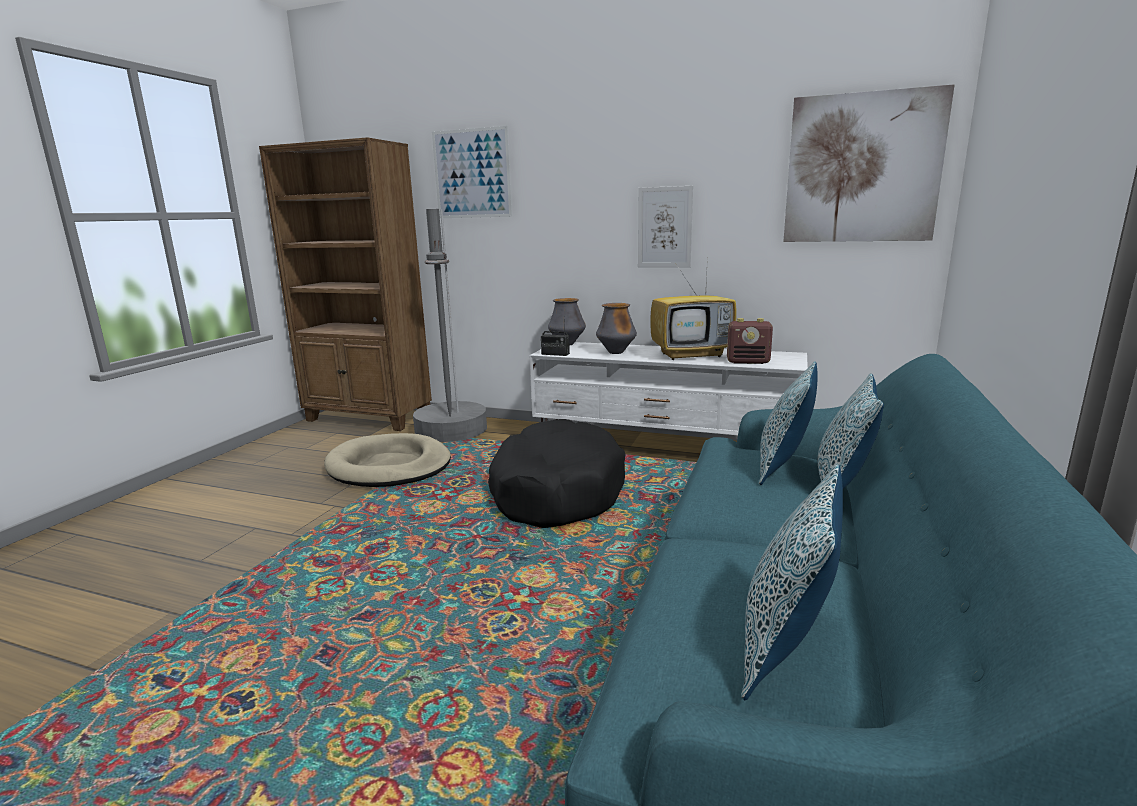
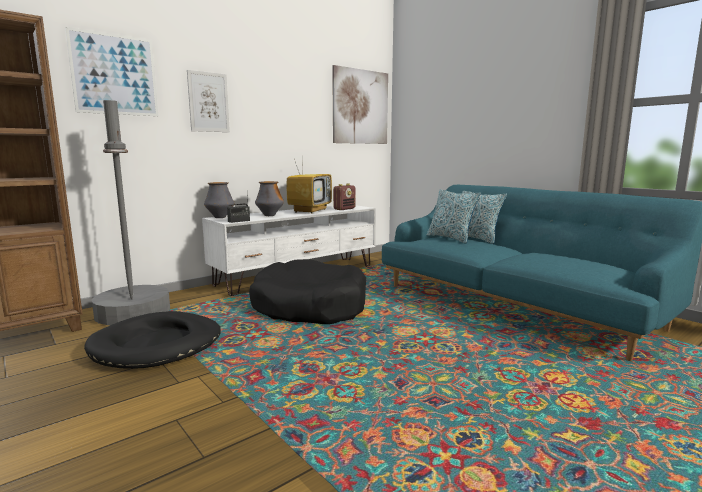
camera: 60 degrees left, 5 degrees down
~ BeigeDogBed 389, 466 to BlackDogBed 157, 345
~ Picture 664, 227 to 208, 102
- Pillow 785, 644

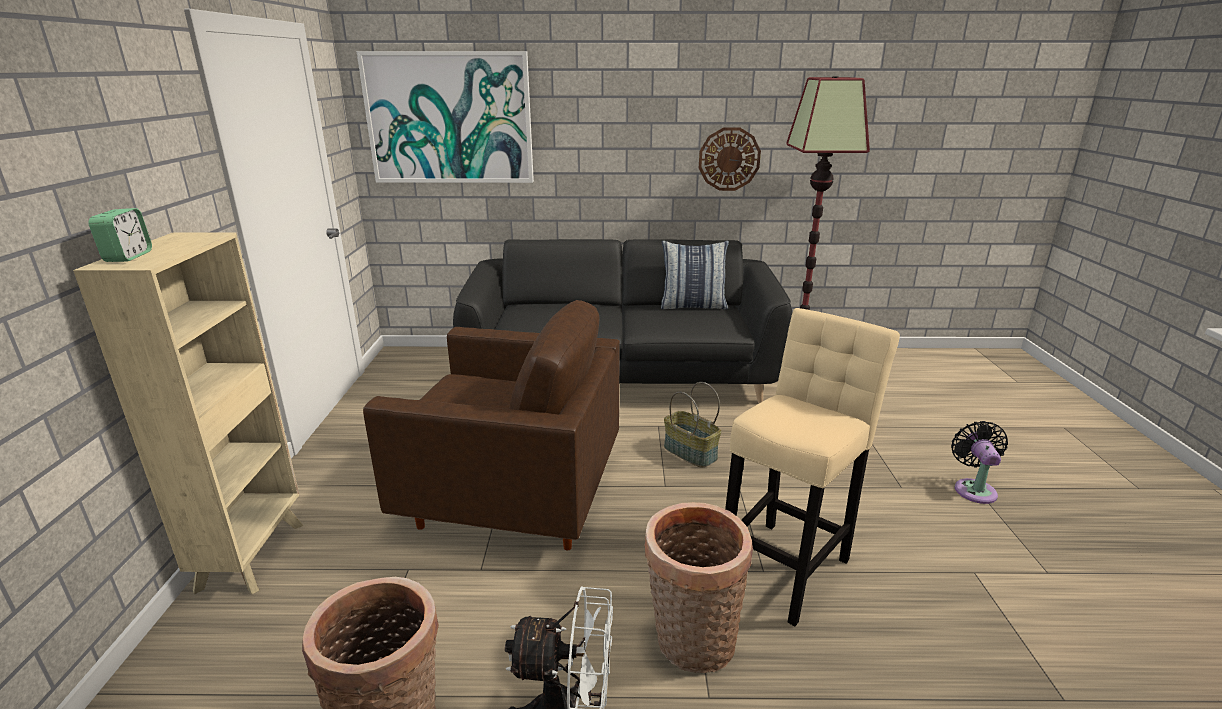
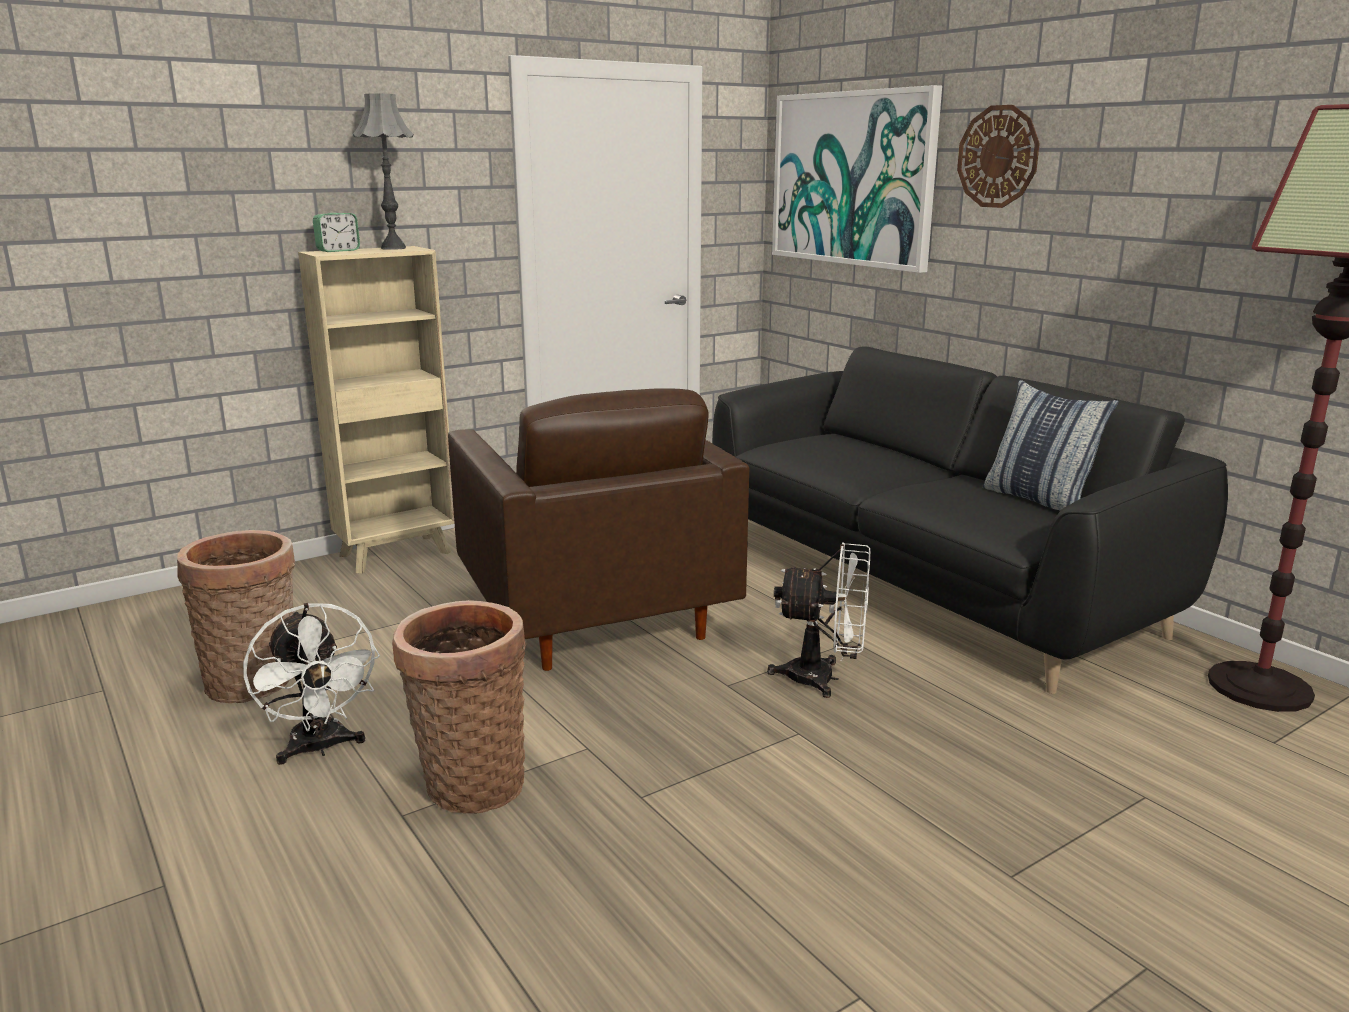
camera: 55 degrees right, 5 degrees down
~ Basket 689, 453 to WhiteFan 823, 678
~ WallClock 729, 159 to 998, 157
- BeigeStool 787, 566
- BlackFan 973, 489
+ GreyTableLamp 393, 248

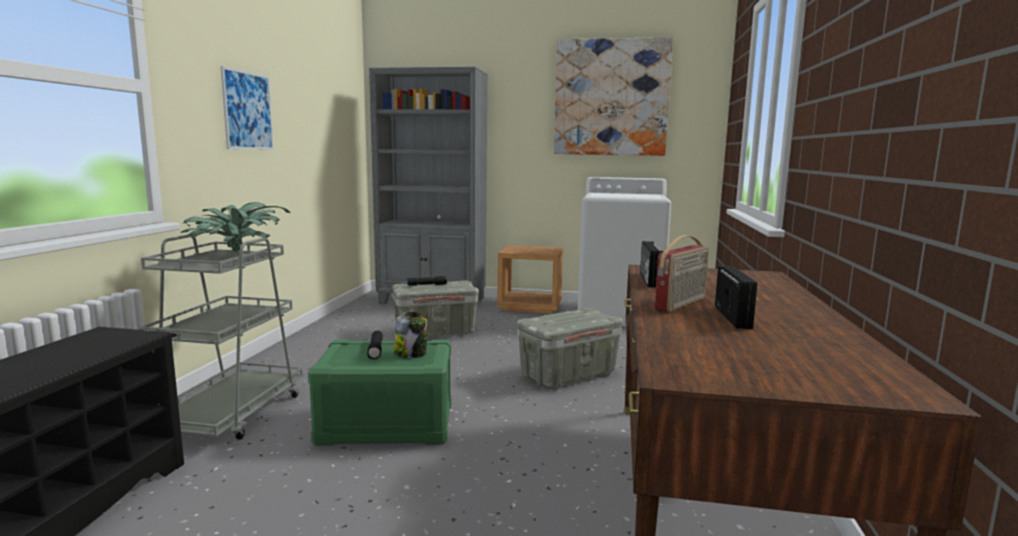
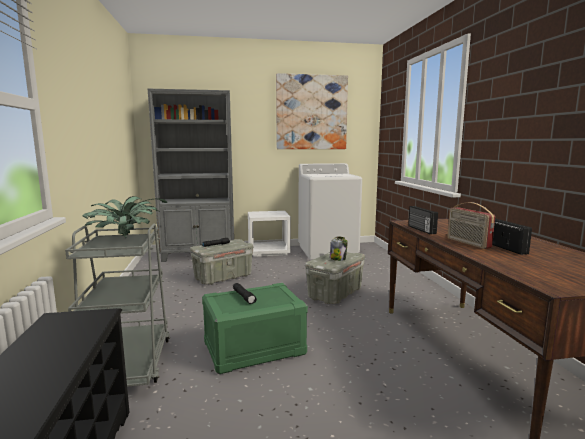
camera: 20 degrees left, 0 degrees up
- Picture 248, 110
~ Jar 411, 353 to 338, 258
~ BrownNightstand 530, 306 to WhiteNightstand 269, 251
~ Radio 681, 304 = 467, 243 135 degrees clockwise

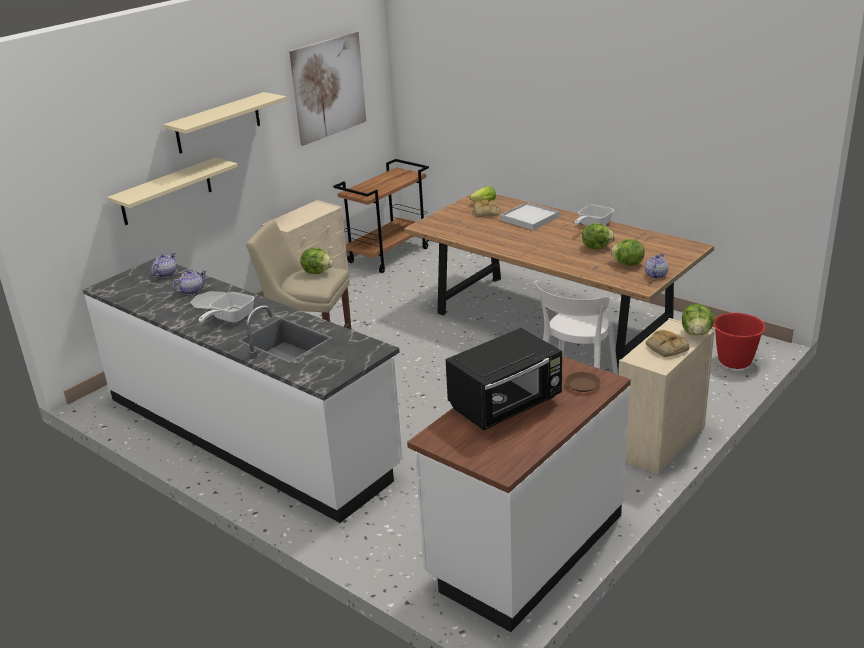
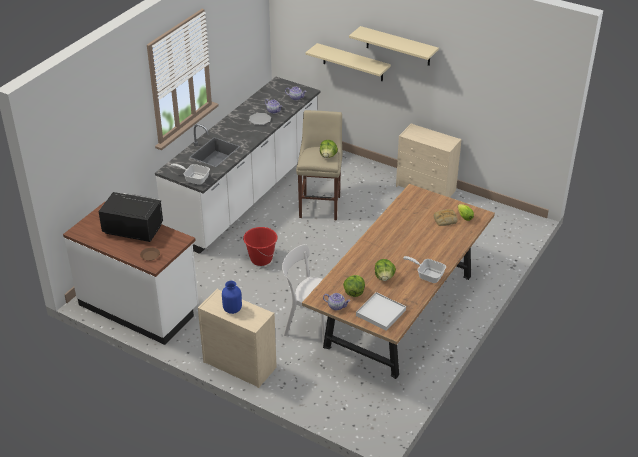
camera: 80 degrees right, 10 degrees up
~ FryingPan 230, 318 to 194, 179
- Picture 328, 87
- BrownCart 388, 255
~ BlackMicrowave 506, 405 = 133, 230 150 degrees clockwise
~ WhiteTray 530, 219 to 381, 313
~ Bread 666, 347 to BlueVase 232, 309
- Lettuce 696, 333
~ RedBucket 734, 361 to 261, 259

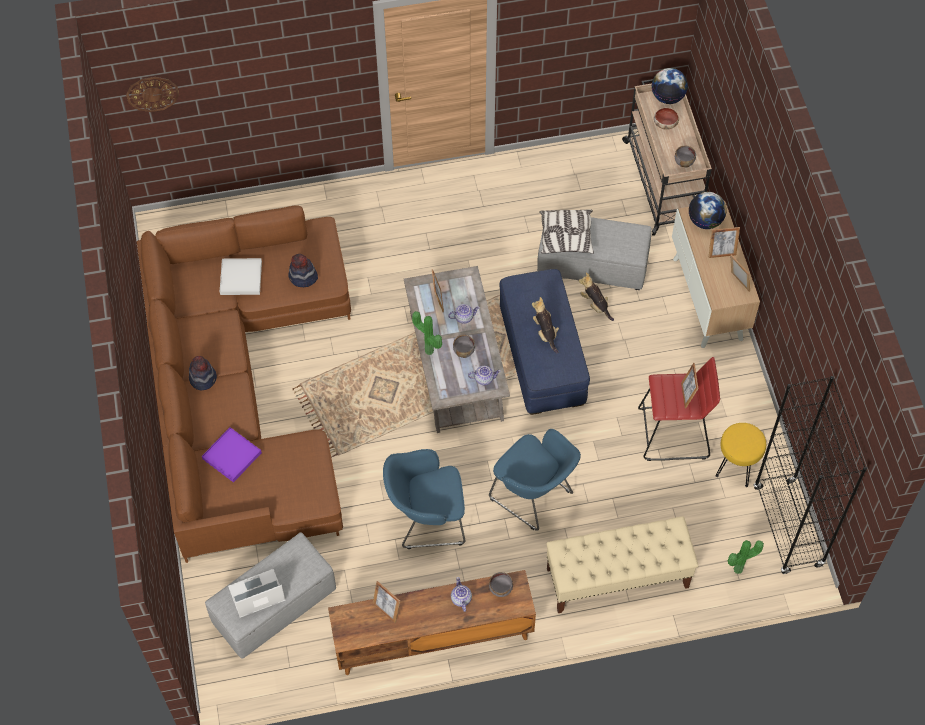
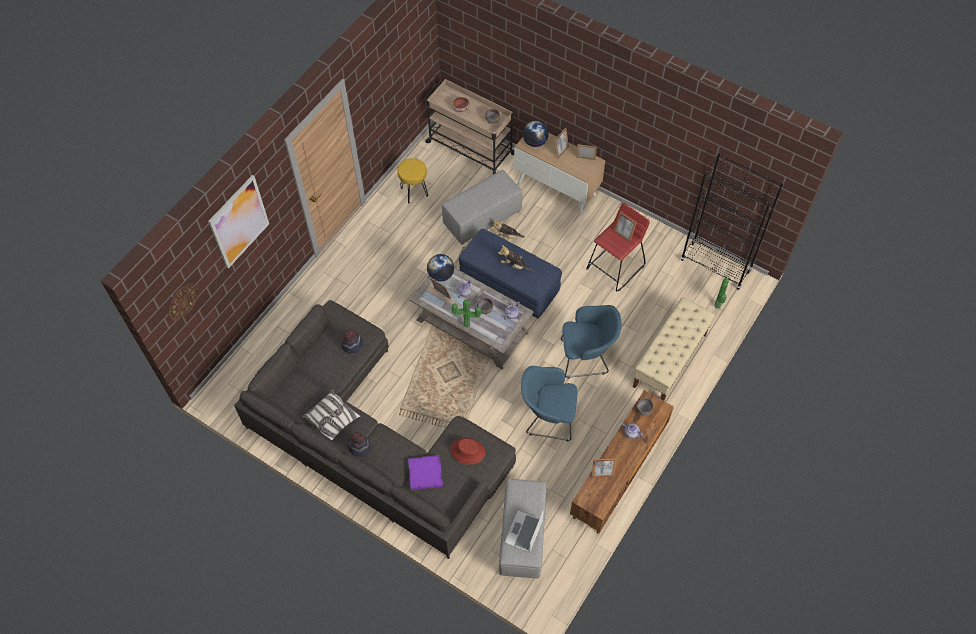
camera: 45 degrees left, 0 degrees up
~ BrownSofa 241, 390 to GreySofa 372, 440
- WhiteTray 241, 278
~ BlueArmchair 426, 520 = 547, 417 60 degrees clockwise
~ Pillow 566, 237 to 332, 419
~ Globe 667, 97 to 441, 275
~ YellowStool 736, 467 to 414, 191
+ Picture 239, 222
+ RedHat 467, 451

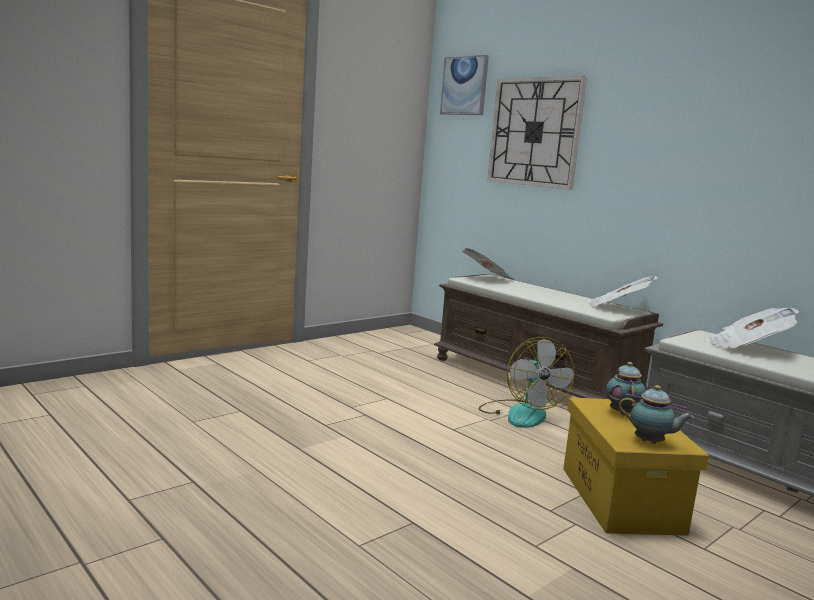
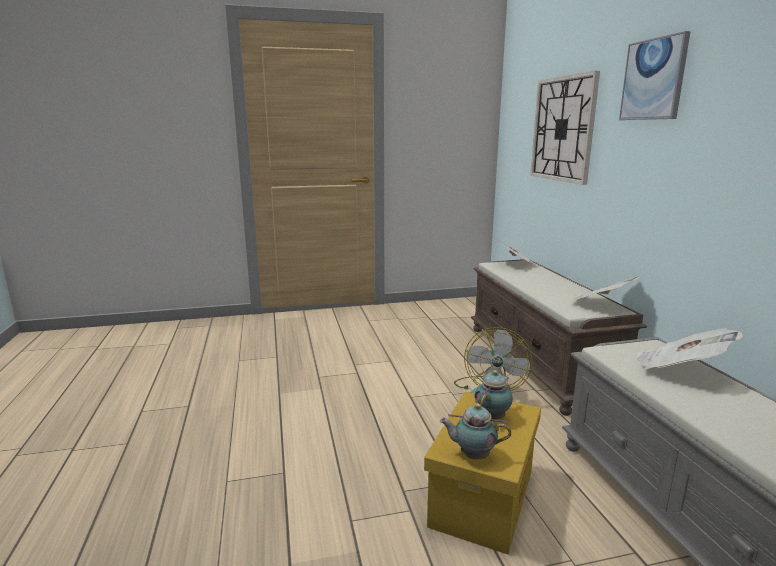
camera: 30 degrees right, 5 degrees up
~ Picture 464, 86 to 653, 79
~ Teapot 651, 442 = 472, 455 135 degrees clockwise

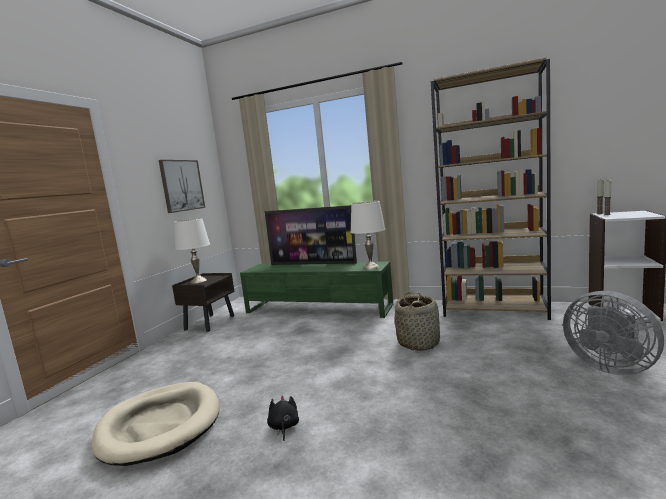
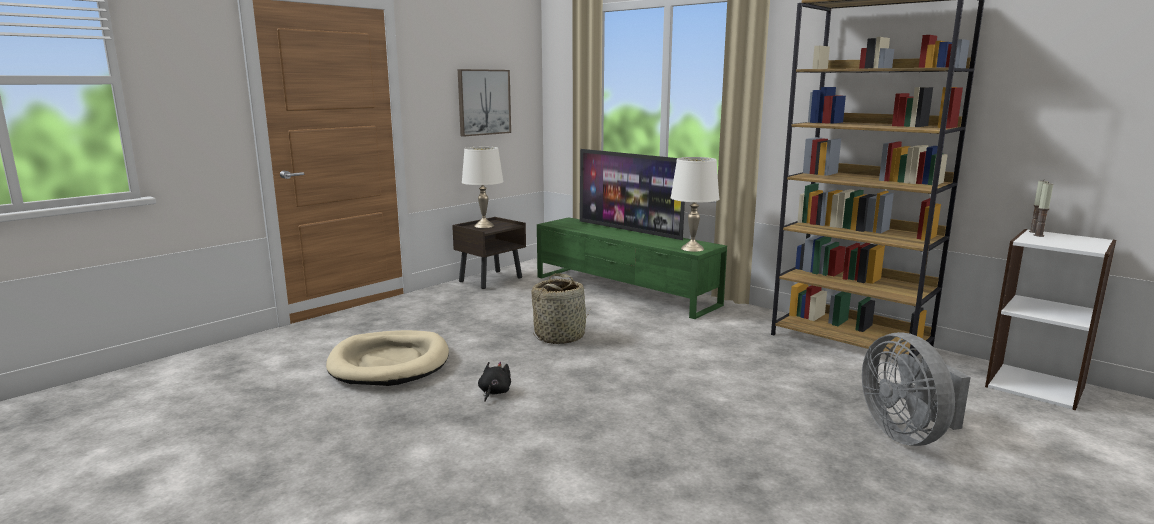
camera: 20 degrees right, 5 degrees up
~ Basket 419, 343 to 560, 336

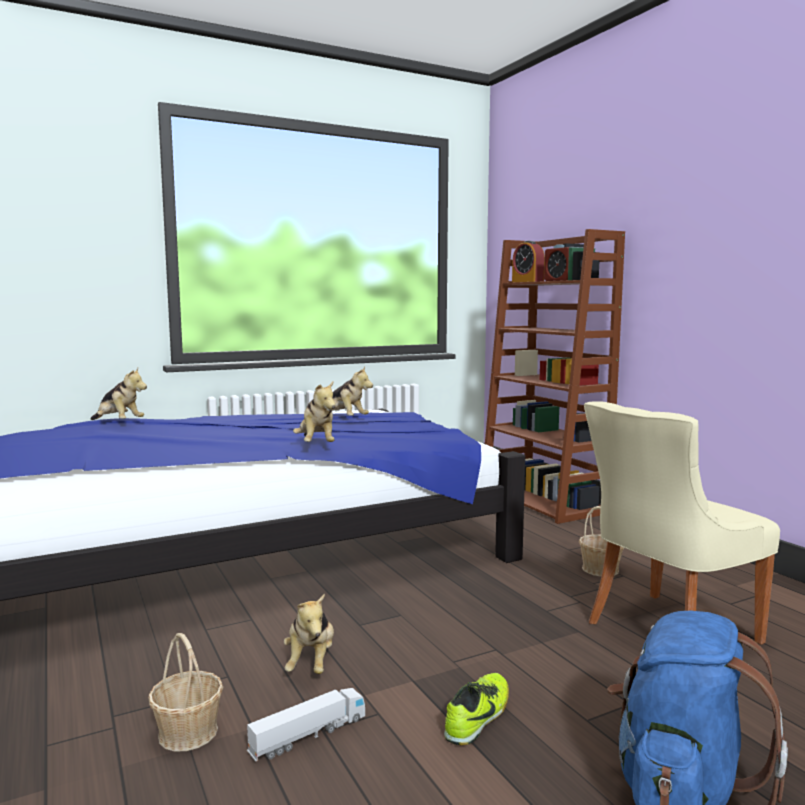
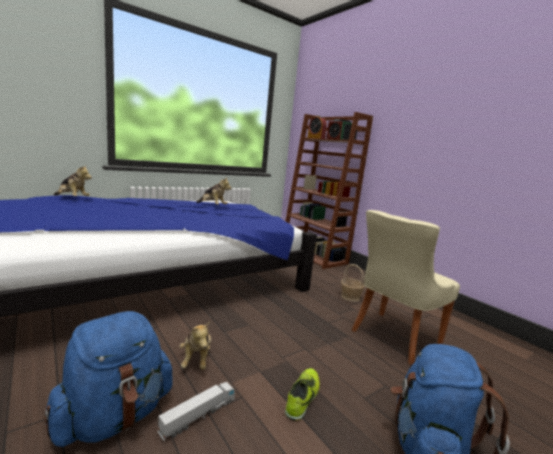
camera: 10 degrees left, 5 degrees up
~ Basket 188, 732 to BlueBackpack 115, 416
- PlushToy 316, 445

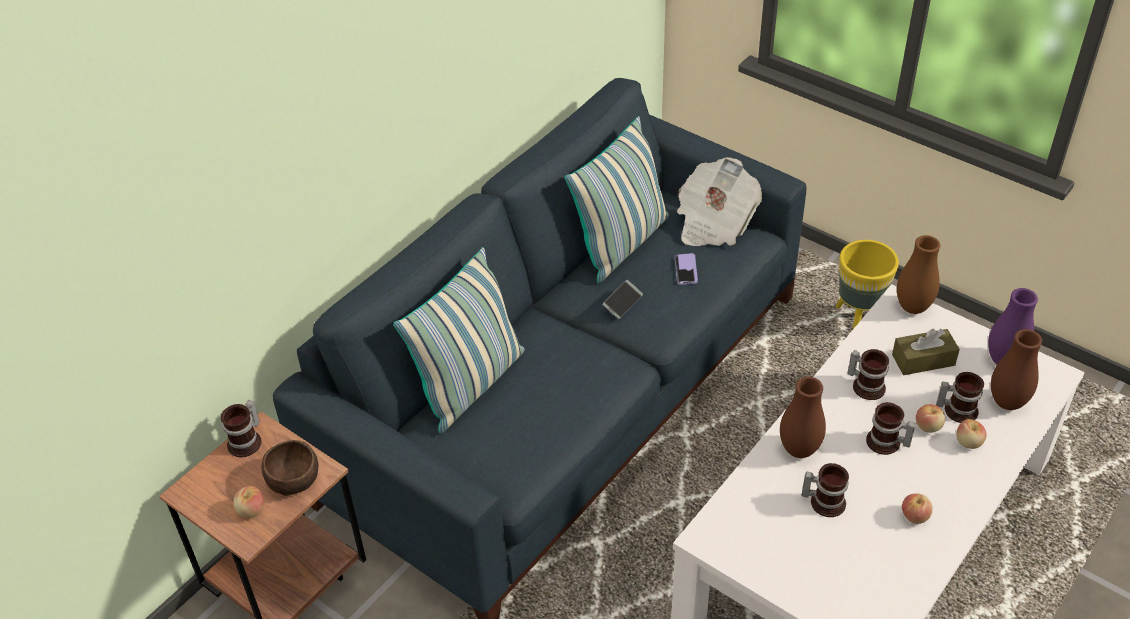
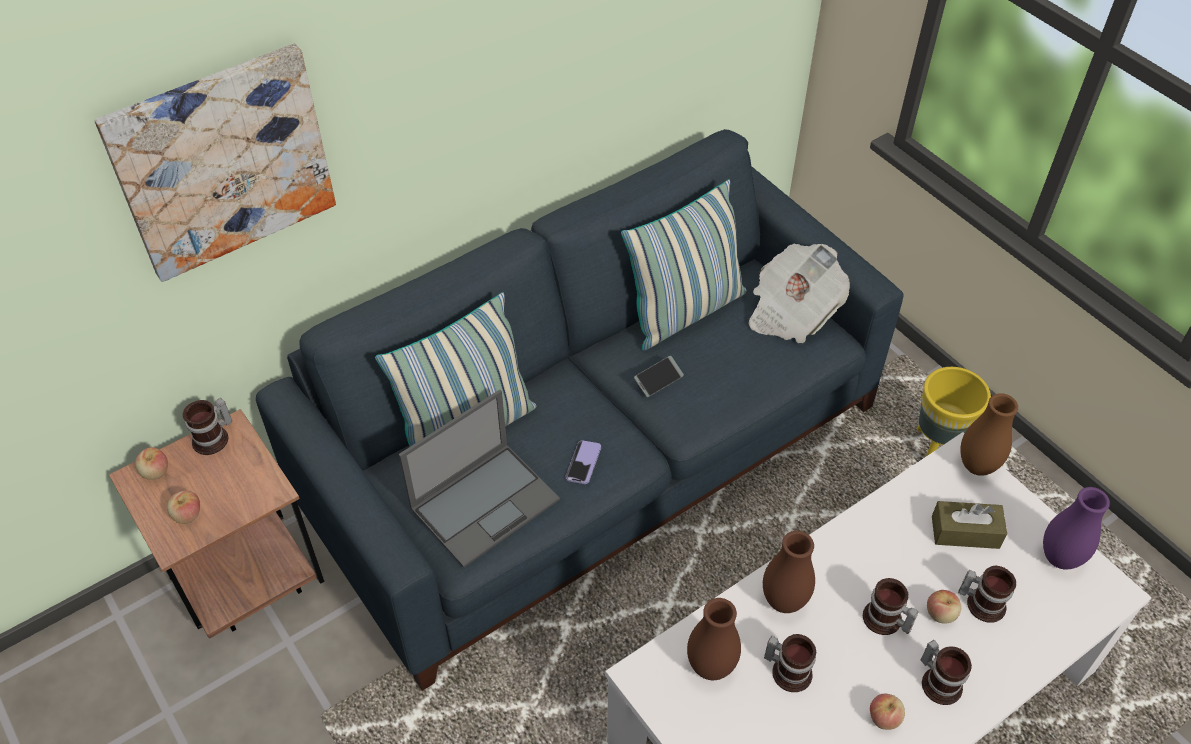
camera: 15 degrees right, 5 degrees up
- BrownBowl 294, 478
~ Phone 686, 270 to 583, 463
~ Mug 866, 385 to 940, 681
~ Apple 968, 442 to 155, 472
~ BrownVase 1007, 402 to 711, 666
+ Picture 222, 161
+ Laptop 486, 502

